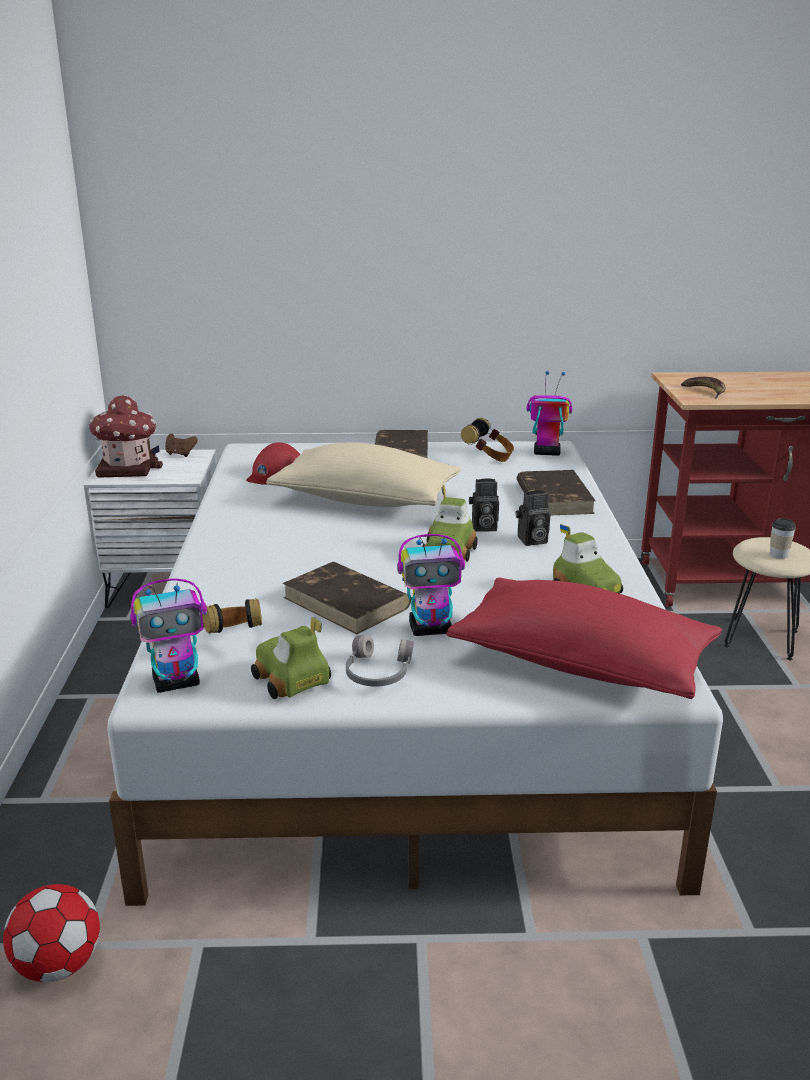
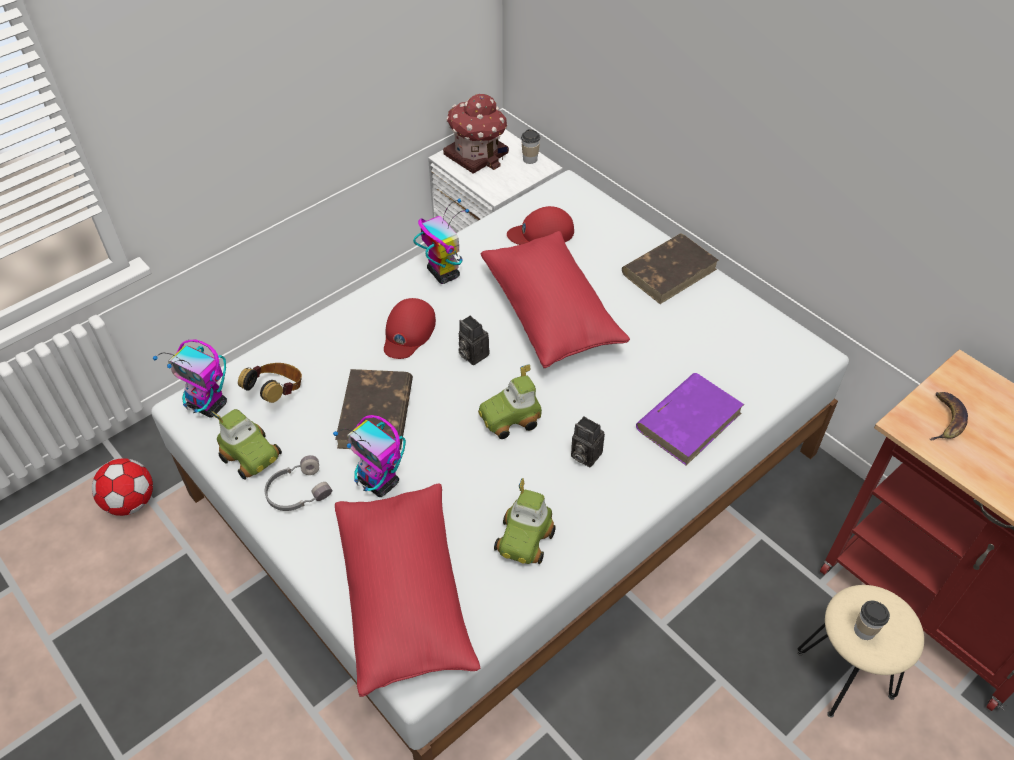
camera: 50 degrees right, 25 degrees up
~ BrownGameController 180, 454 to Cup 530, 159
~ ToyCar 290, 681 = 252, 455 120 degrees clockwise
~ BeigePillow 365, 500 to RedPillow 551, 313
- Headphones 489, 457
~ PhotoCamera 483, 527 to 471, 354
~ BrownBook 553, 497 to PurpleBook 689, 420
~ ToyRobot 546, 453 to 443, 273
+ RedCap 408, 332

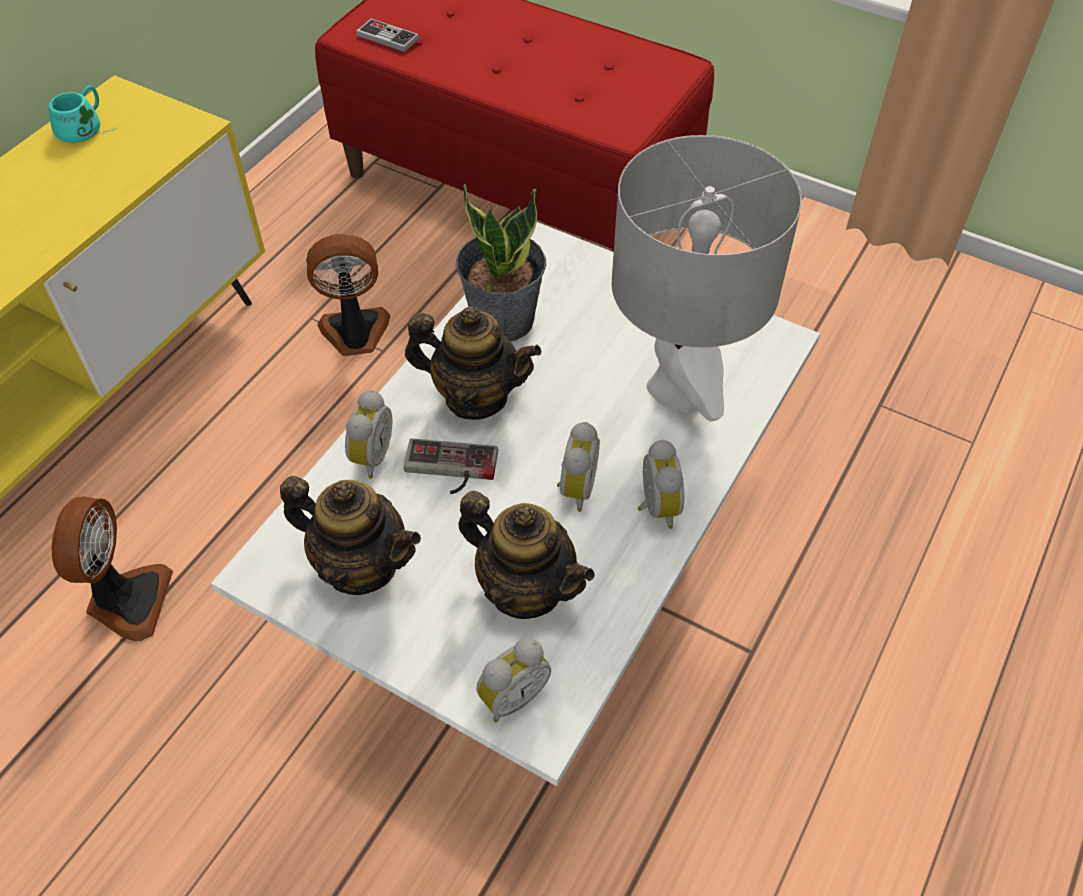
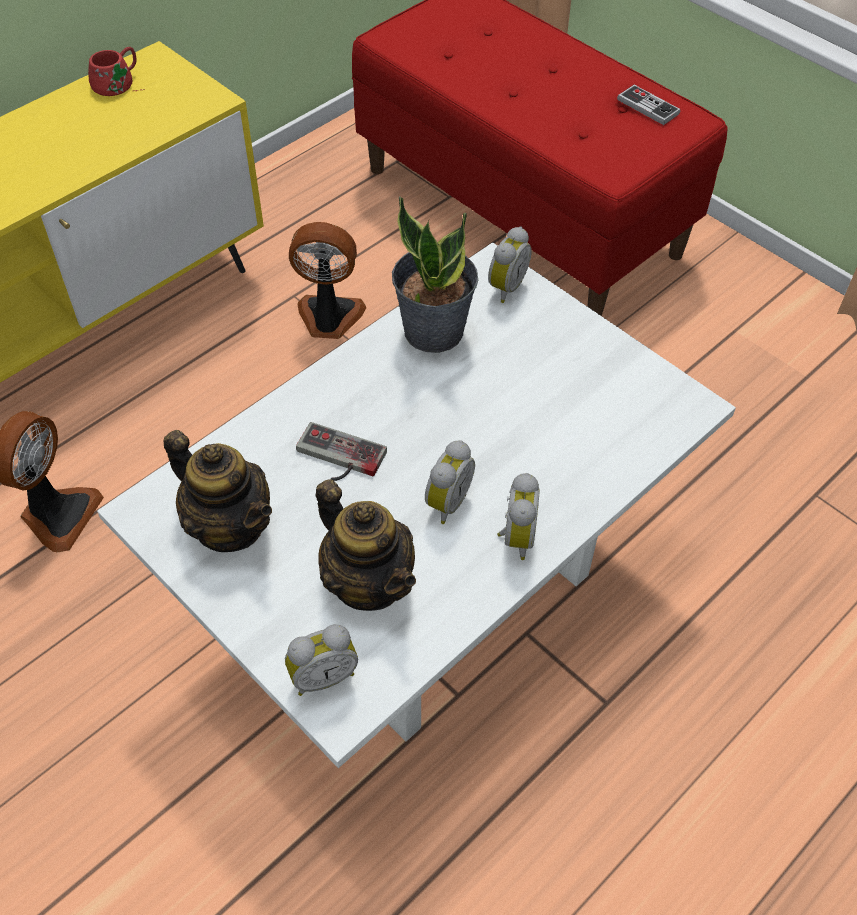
camera: 15 degrees right, 0 degrees up
~ TurquoiseMug 86, 128 to RedMug 120, 84
~ AlarmClock 370, 456 to 504, 287
~ GameController 387, 37 to 648, 107
- Teapot 475, 397
- GreyTableLamp 679, 389

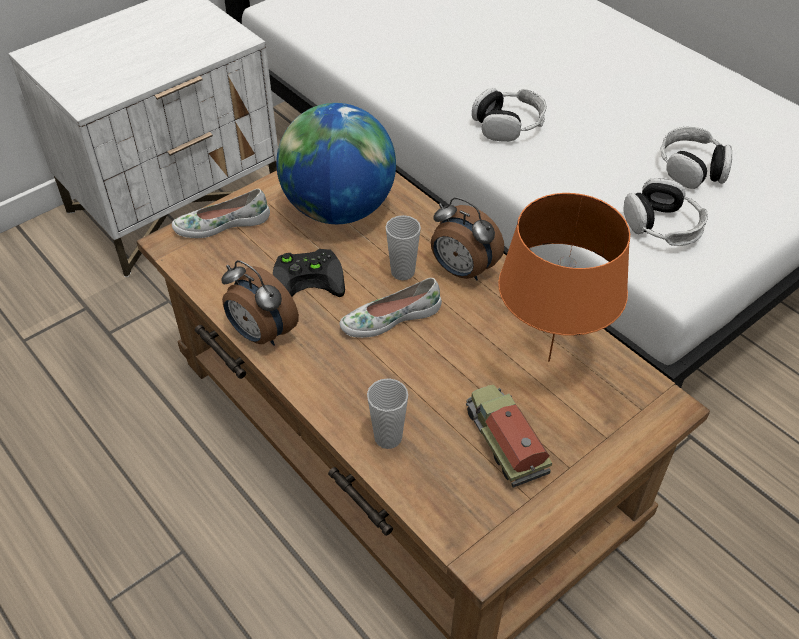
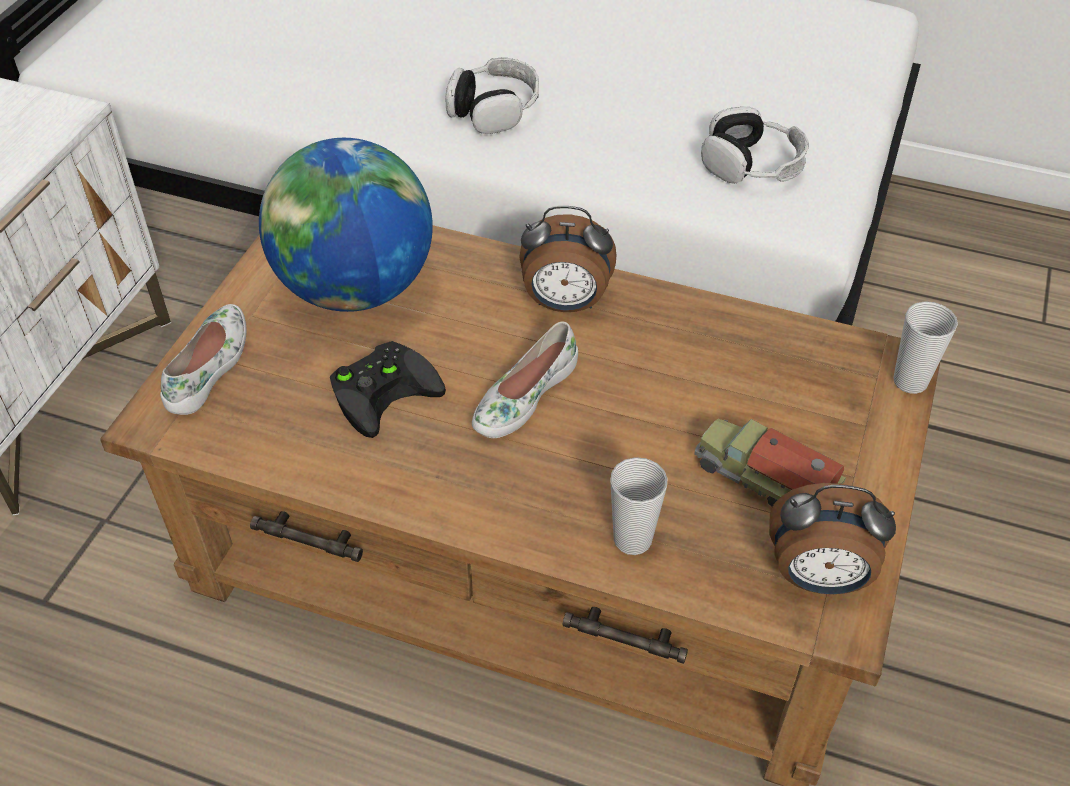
camera: 30 degrees left, 0 degrees up
~ WhiteShoe 222, 223 = 210, 367 150 degrees clockwise
~ AlarmClock 261, 334 to 818, 578
~ Cup 402, 272 to 910, 381
- OrangeTableLamp 548, 362
- Headphones 692, 168

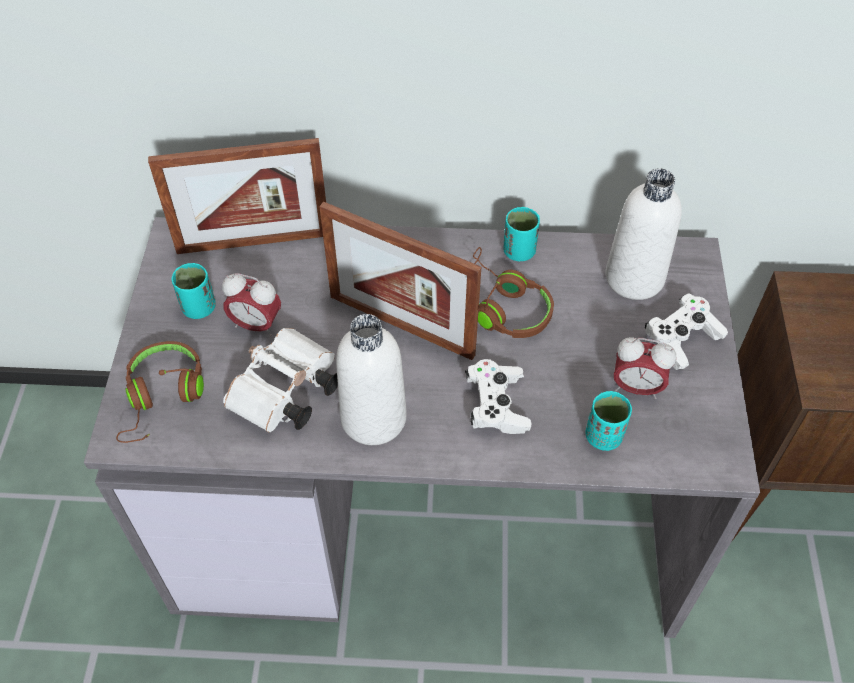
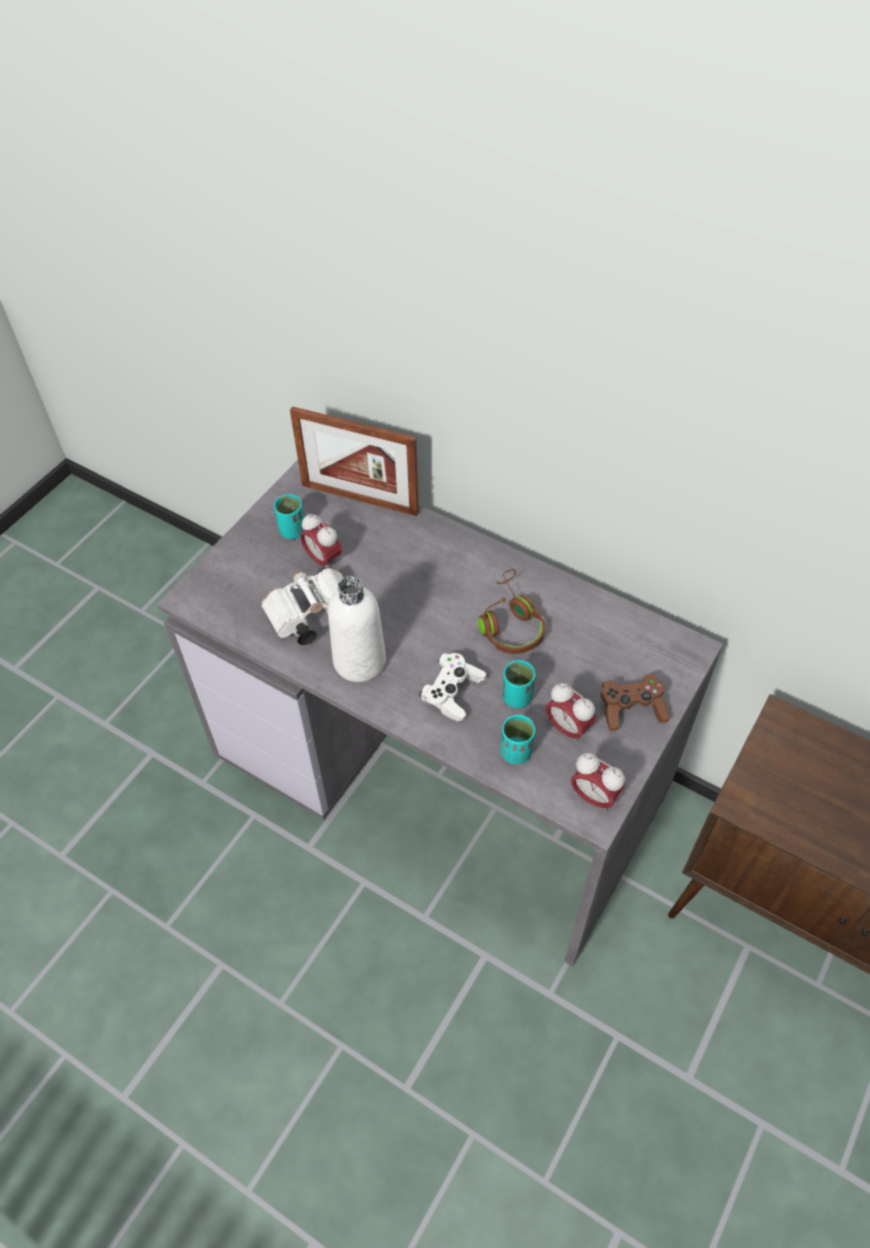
camera: 30 degrees right, 0 degrees up
- BrownHeadphones 163, 397
- PictureFrame 401, 325
~ TurquoiseCup 519, 251 to 517, 697
- WhiteBottle 634, 278
~ WhiteGameController 682, 339 to BrownGameController 631, 709
+ AlarmClock 593, 796

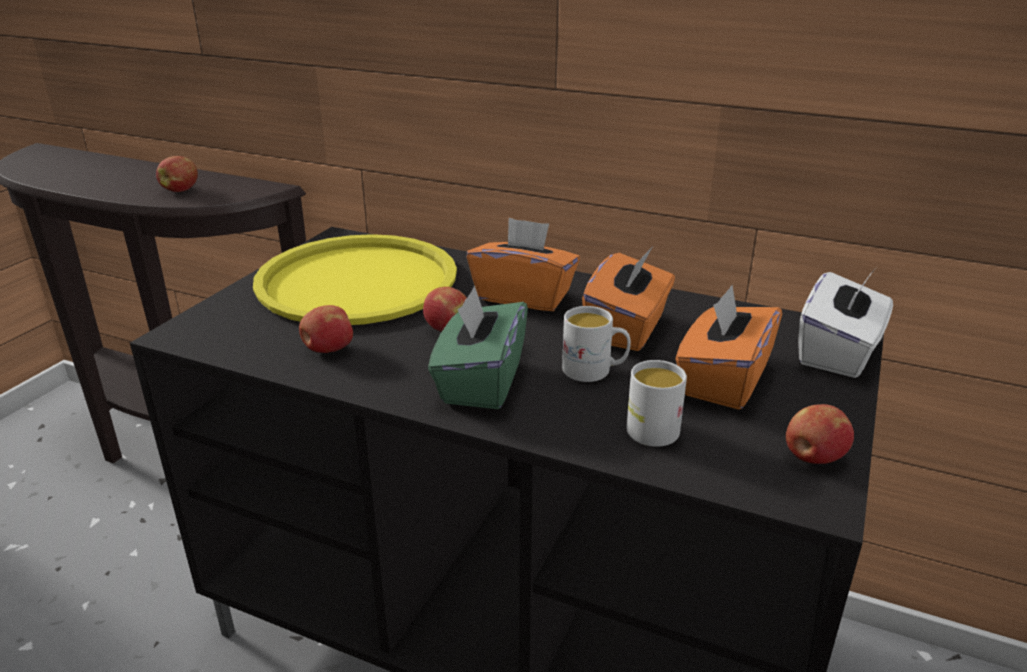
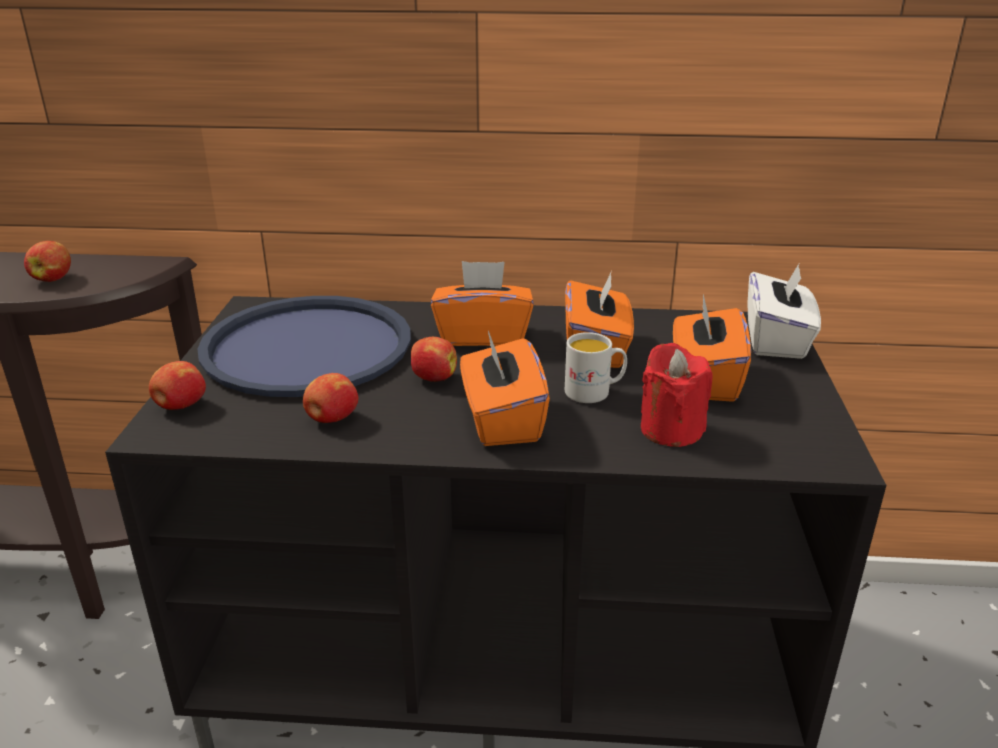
camera: 20 degrees left, 0 degrees up
~ YellowTray 357, 281 to BlueTray 307, 347
~ GreenTissueBox 480, 382 to OrangeTissueBox 501, 420
~ WhiteMug 647, 426 to RedCandle 671, 430
~ Apple 812, 458 to 180, 406

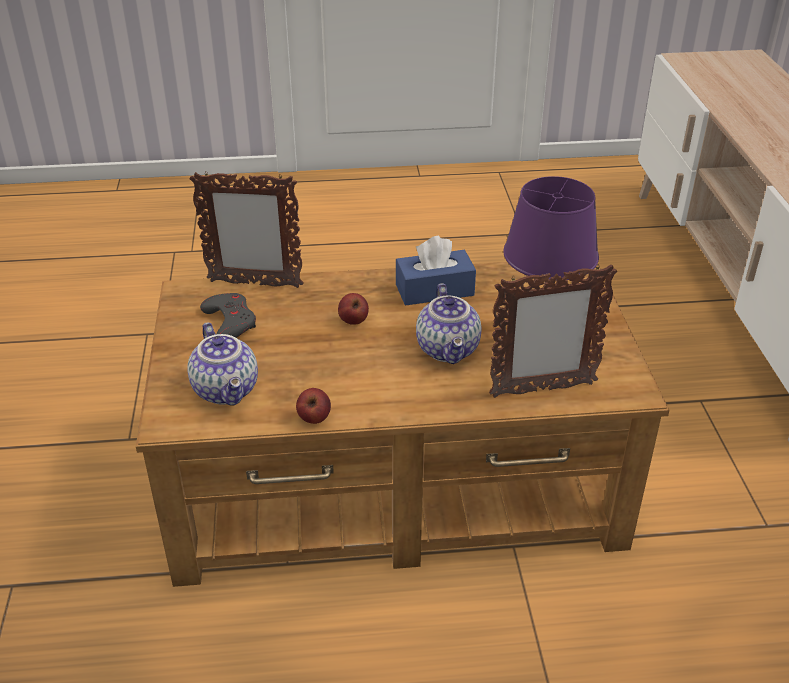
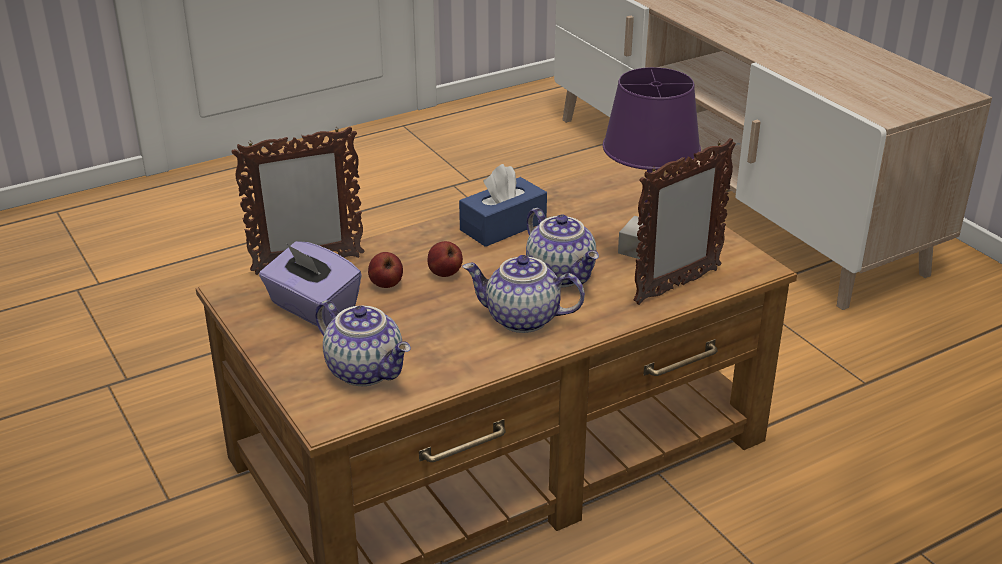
camera: 25 degrees left, 5 degrees down
~ GreyGameController 230, 322 to PurpleTissueBox 312, 308
~ Apple 314, 418 to 386, 284
+ Teapot 521, 320

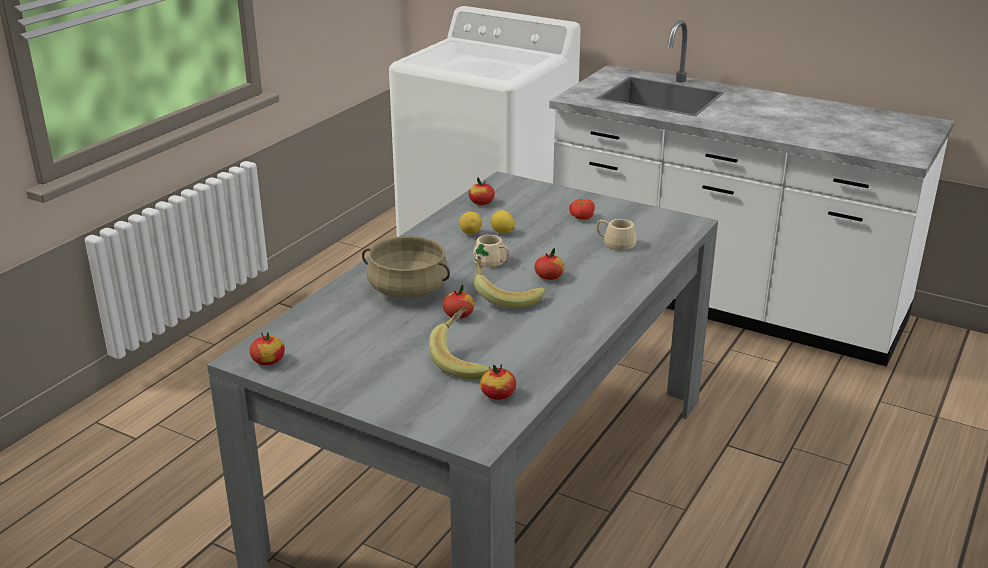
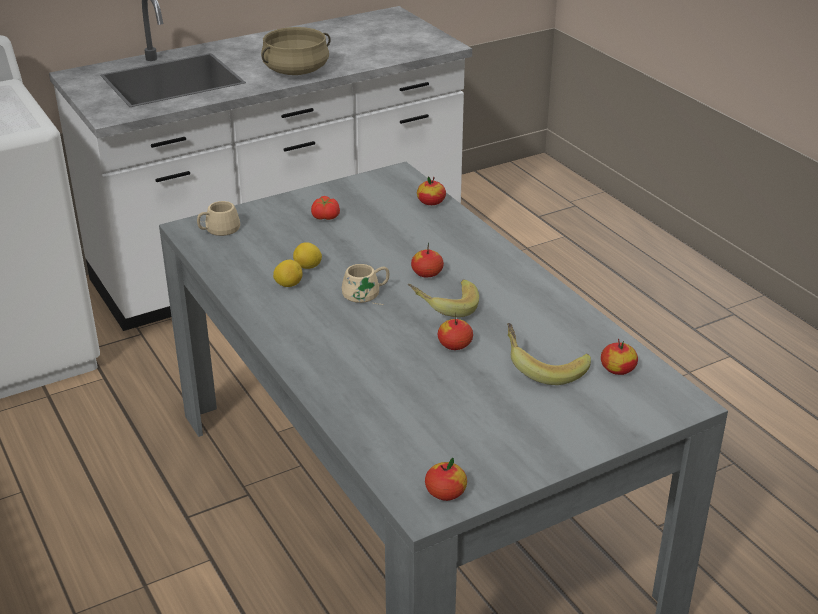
camera: 60 degrees left, 5 degrees up
~ BeigeCookingPot 407, 290 to 296, 71
~ Apple 481, 202 to 431, 202
~ BeigeMug 616, 242 to 216, 228

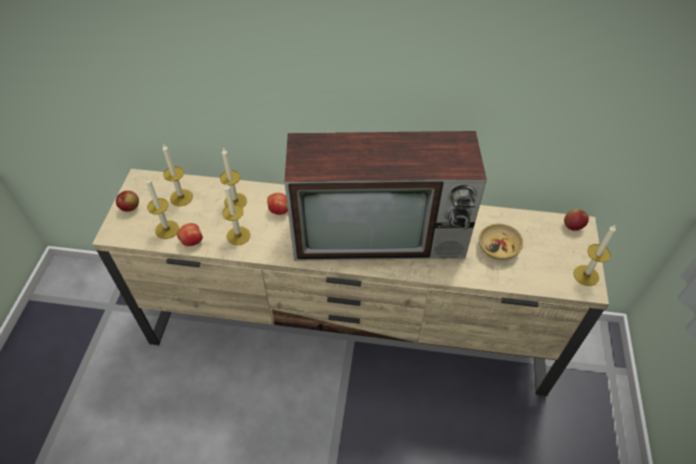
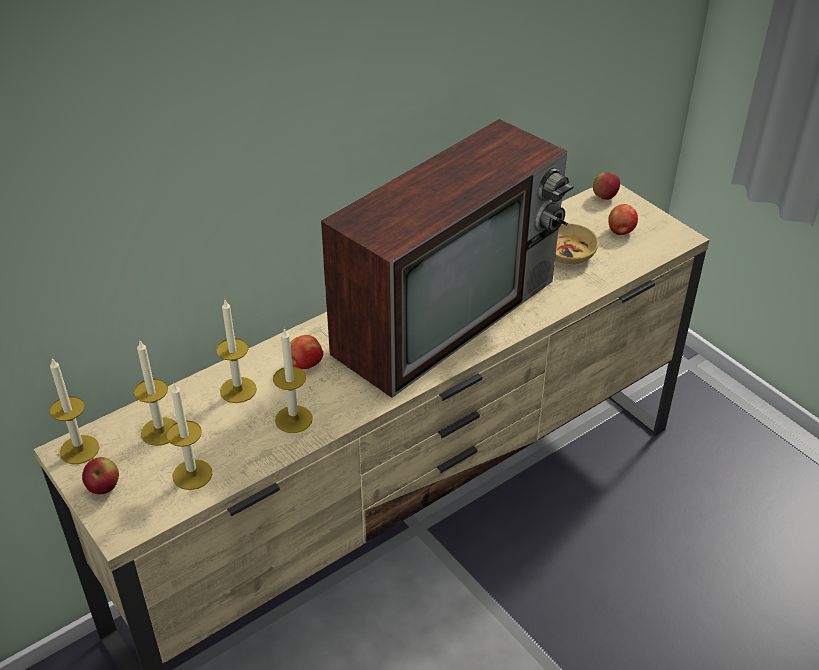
camera: 45 degrees left, 10 degrees down
~ Apple 191, 241 to 620, 231
~ Candle 586, 275 to 79, 449

